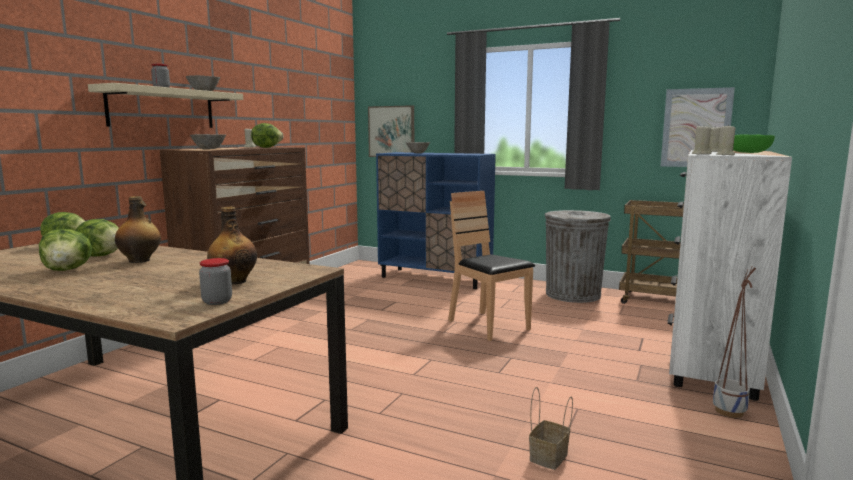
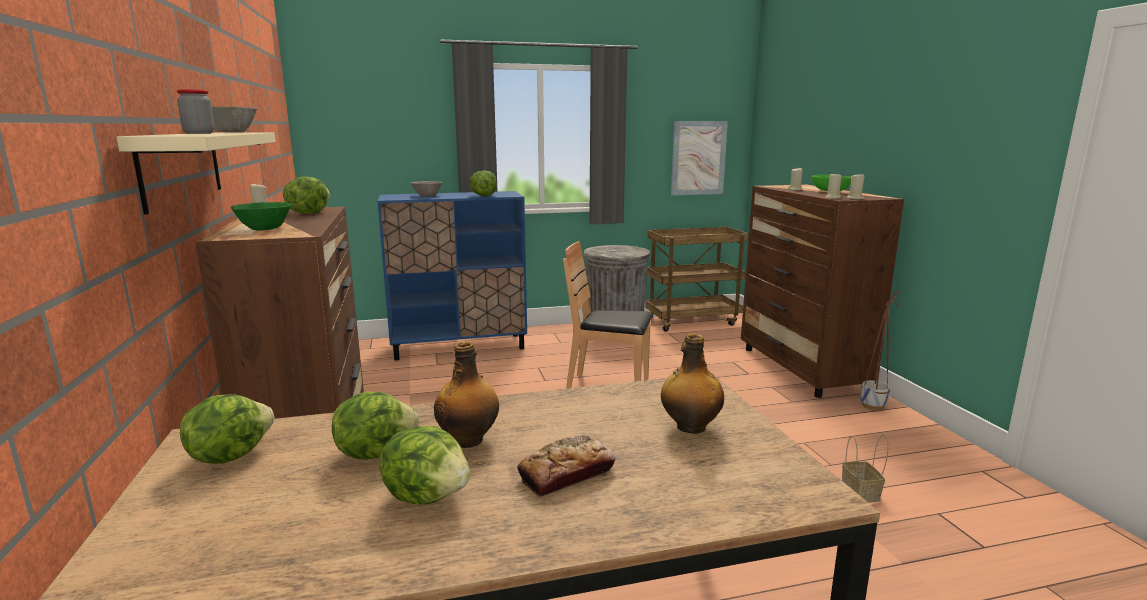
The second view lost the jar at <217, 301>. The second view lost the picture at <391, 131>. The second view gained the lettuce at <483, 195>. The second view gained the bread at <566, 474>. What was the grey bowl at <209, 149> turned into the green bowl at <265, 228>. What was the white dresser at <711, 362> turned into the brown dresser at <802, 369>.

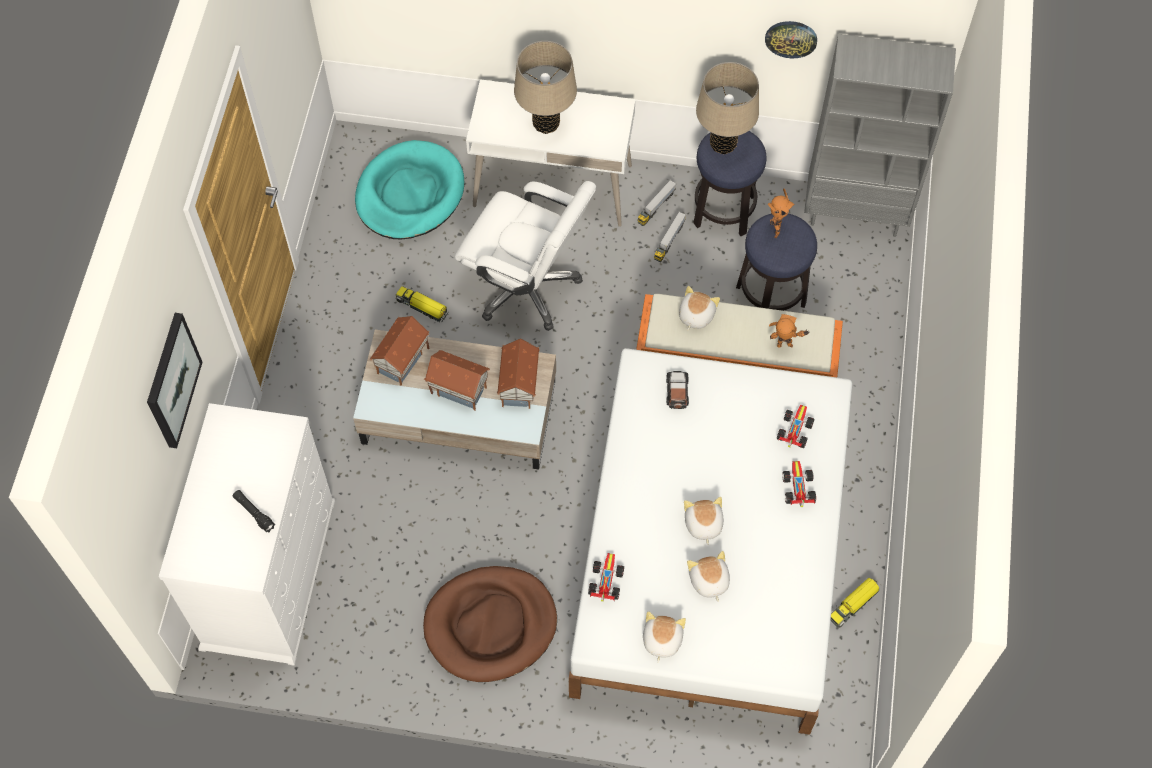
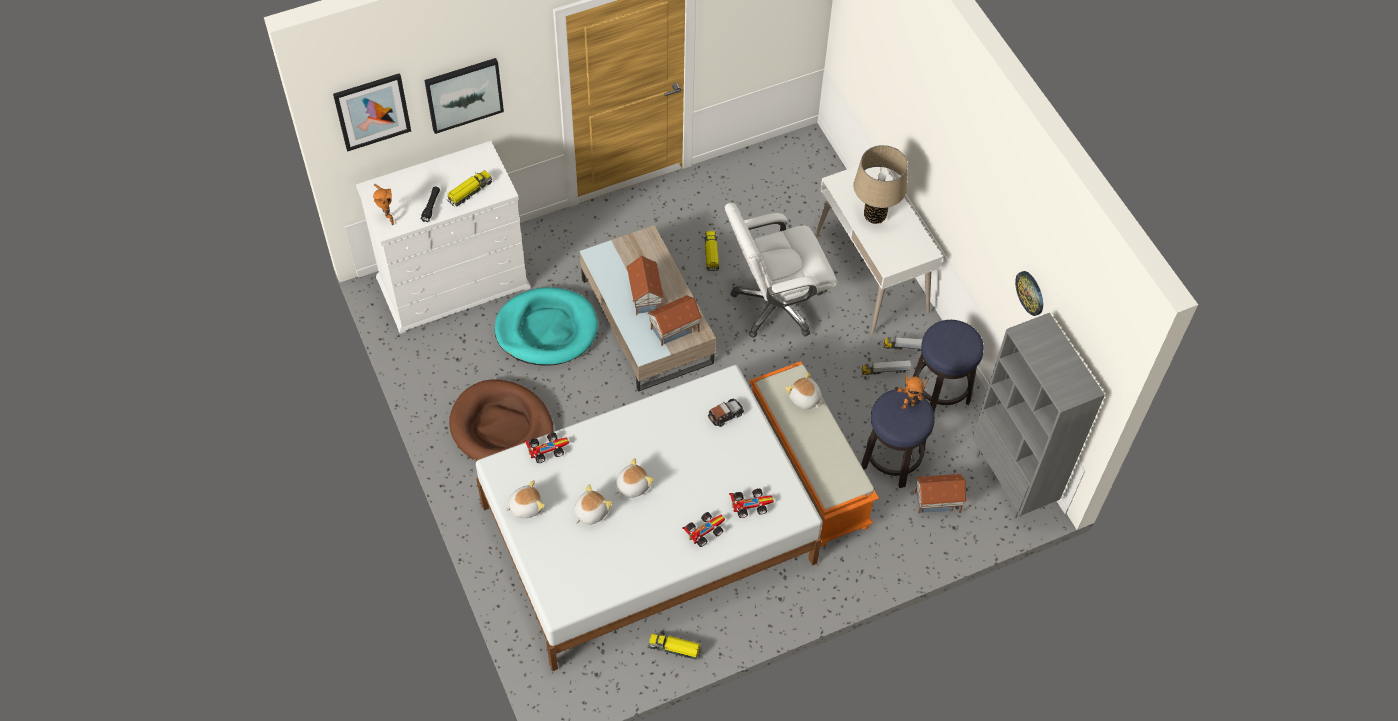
The second view lost the beige table lamp at <723, 144>. The second view gained the picture at <372, 111>. The second view gained the toy truck at <469, 191>. The turquoise dog bed ended up elsewhere, having gone from <409, 194> to <546, 329>. The toy house ended up elsewhere, having gone from <403, 361> to <937, 503>. The toy robot ended up elsewhere, having gone from <785, 348> to <388, 221>. The white office chair at <527, 287> ended up facing another way, 75 degrees clockwise from before. The plush toy at <695, 315> ended up facing another way, 120 degrees counterclockwise from before.

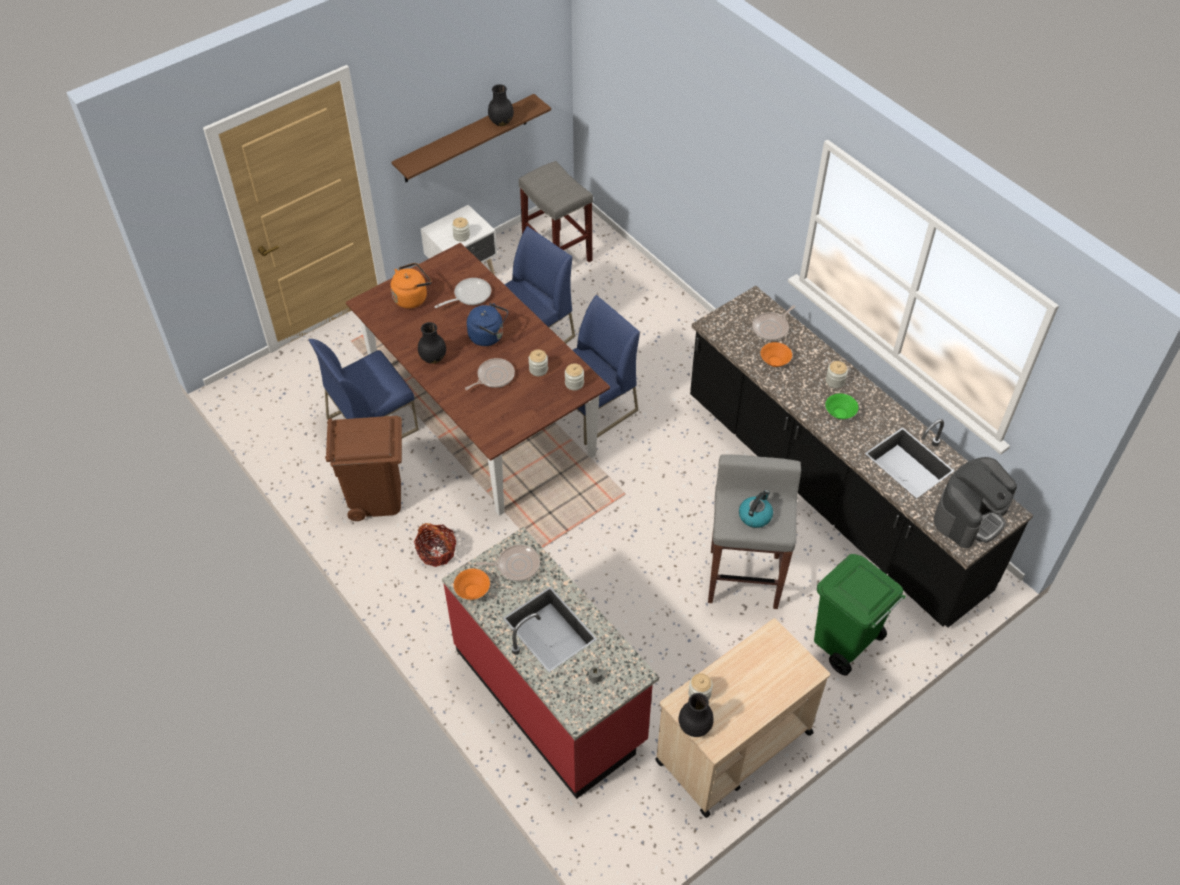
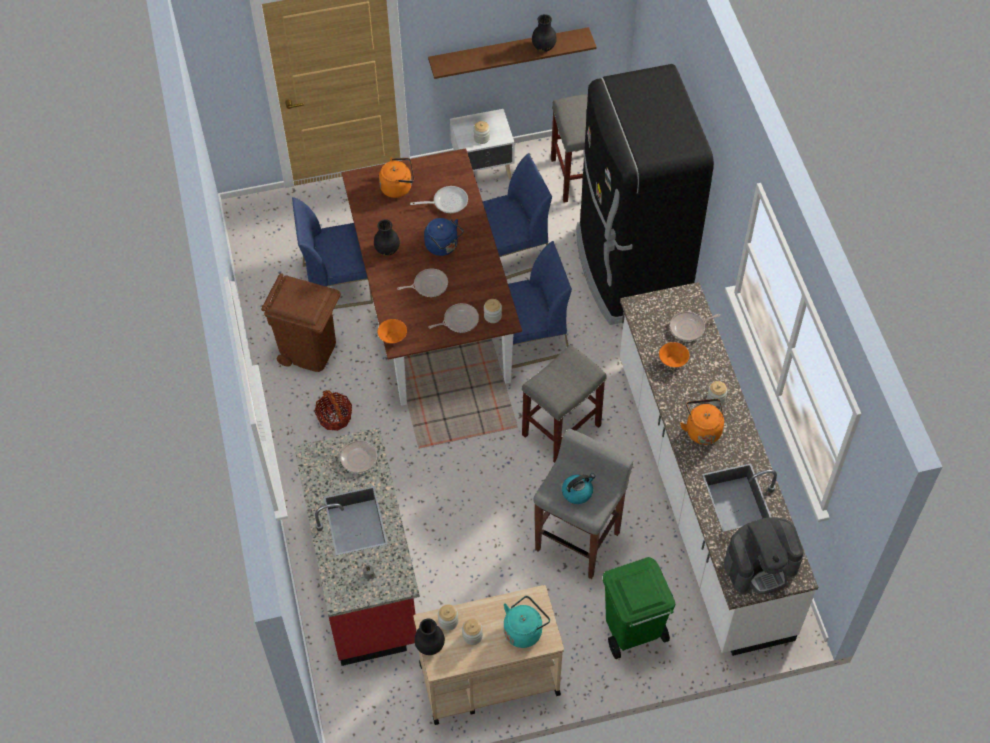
The second view gained the frying pan at <459, 320>. The second view gained the turquoise kettle at <524, 630>. The second view gained the grey stool at <561, 431>. The second view gained the black fridge at <630, 270>. The orange bowl ended up elsewhere, having gone from <472, 591> to <392, 337>. The jar ended up elsewhere, having gone from <538, 369> to <472, 636>. Where the green bowl stood at <840, 413>, the orange kettle came to stand at <702, 429>. What was the black counter at <832, 493> turned into the white counter at <700, 496>.

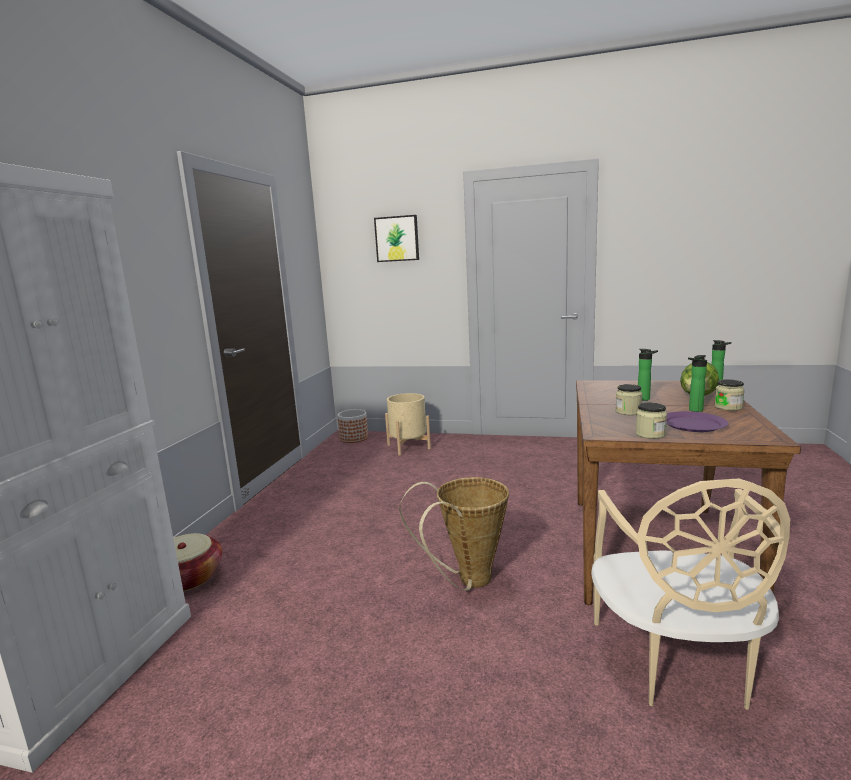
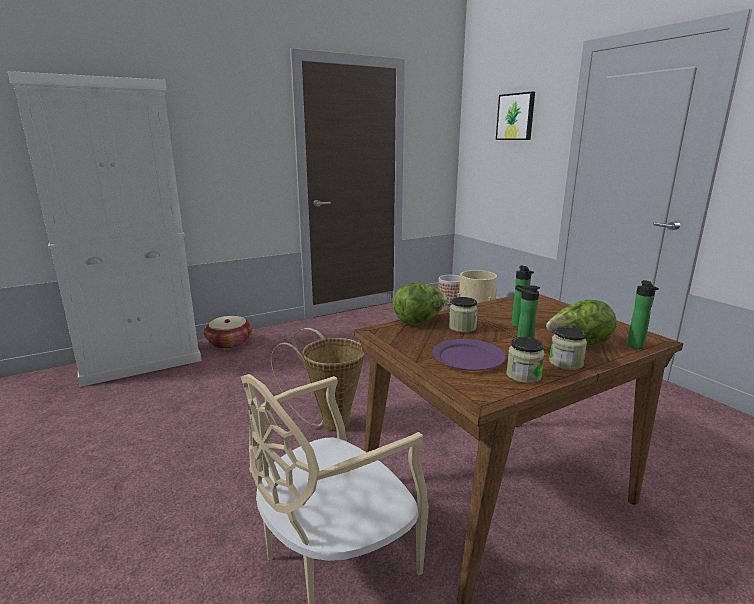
The second view gained the lettuce at <419, 321>. The jar ended up elsewhere, having gone from <650, 434> to <523, 376>.

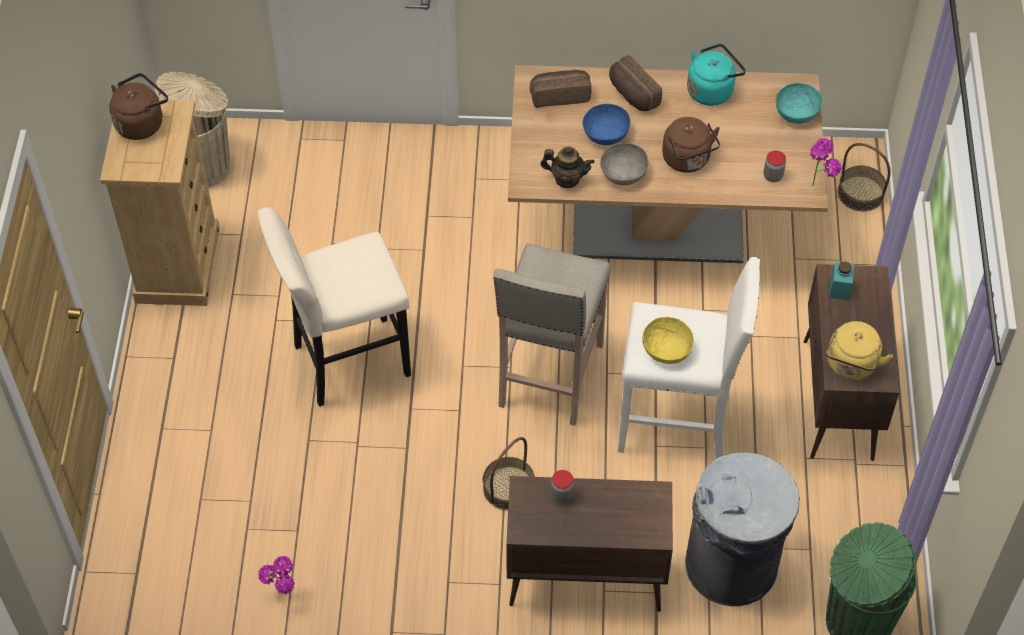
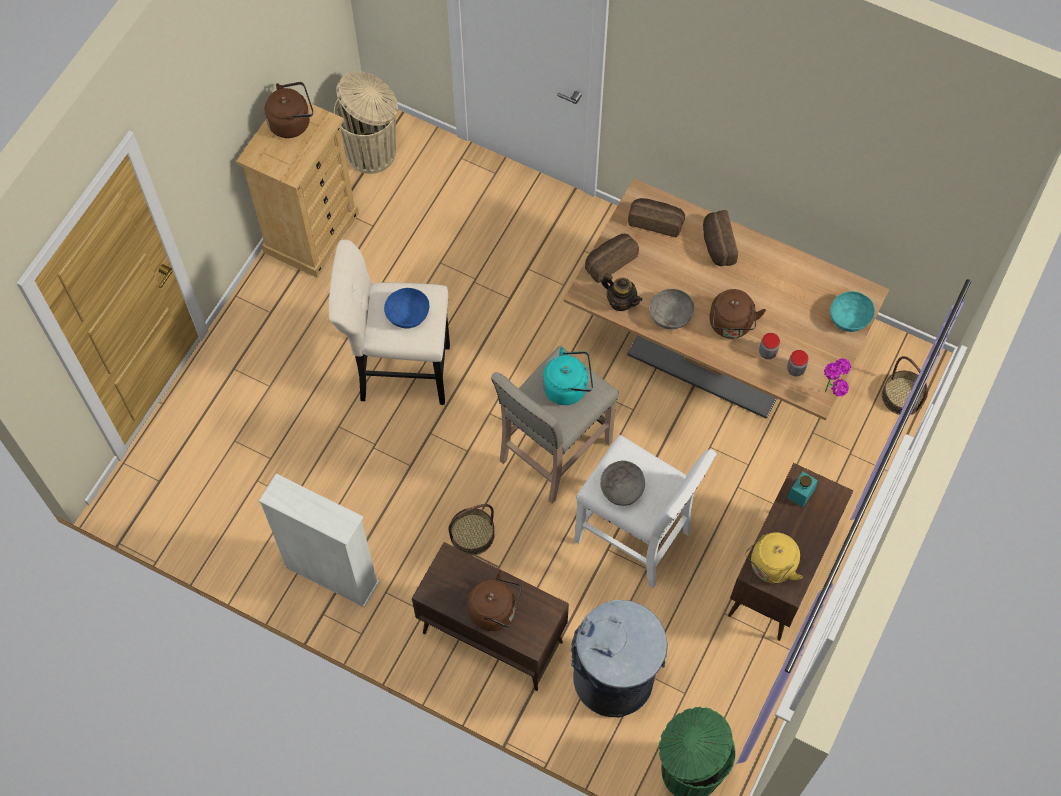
The second view lost the potted plant at <283, 597>. The second view gained the white bookcase at <332, 575>. The second view gained the brown kettle at <495, 611>. The second view gained the bread at <609, 261>. The jar ended up elsewhere, having gone from <562, 495> to <767, 352>. The blue bowl ended up elsewhere, having gone from <605, 134> to <407, 314>. The turquoise kettle ended up elsewhere, having gone from <712, 90> to <568, 387>. What was the yellow bowl at <666, 349> turned into the grey bowl at <621, 488>.

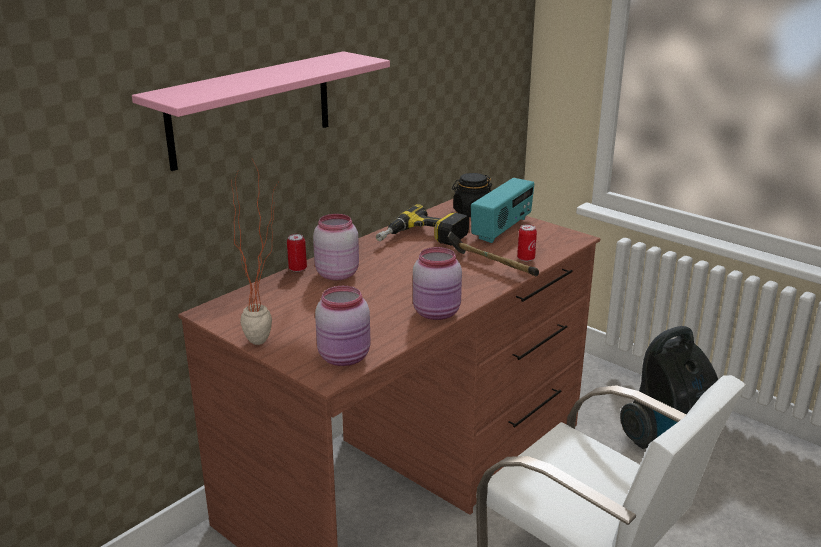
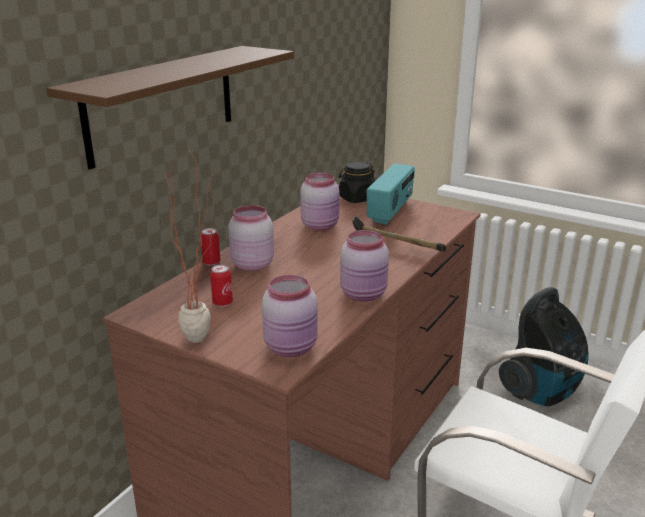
The can ended up elsewhere, having gone from <526, 258> to <222, 303>. Where the power drill stood at <422, 239>, the pink jar came to stand at <321, 225>. What was the pink shelf at <251, 109> turned into the brown shelf at <162, 103>.

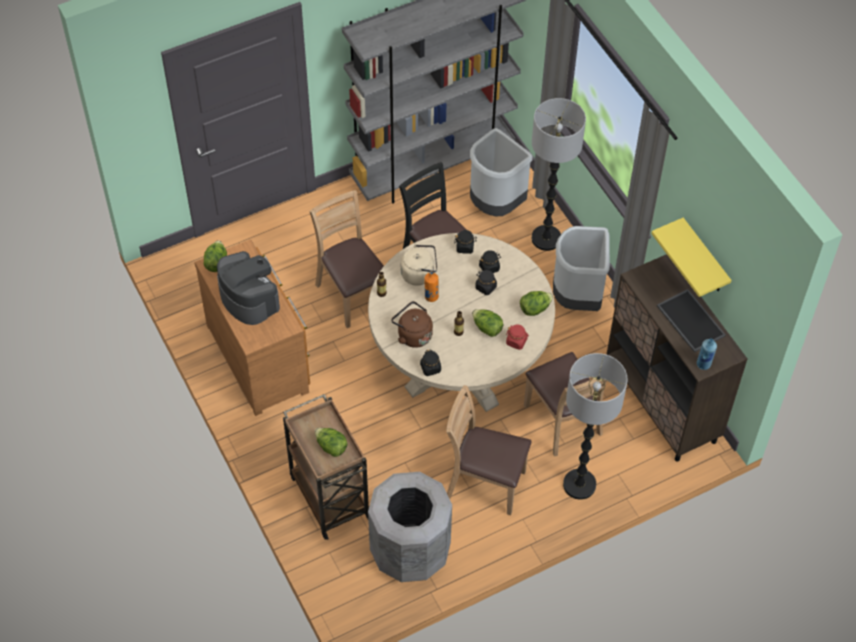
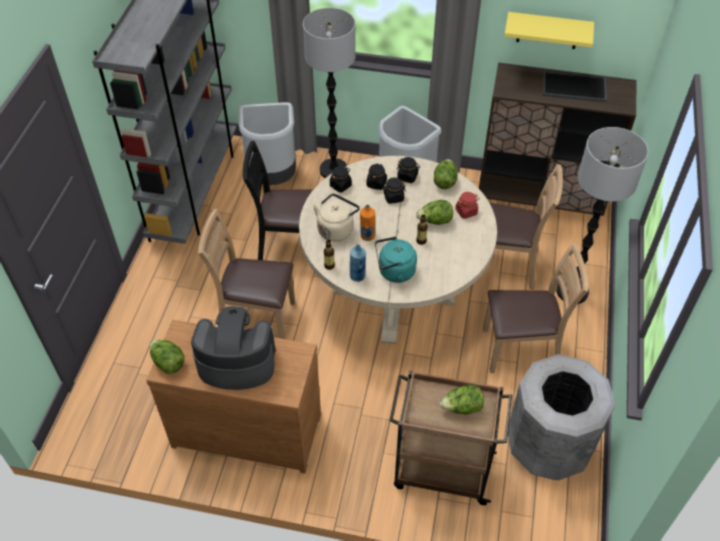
The black jar ended up elsewhere, having gone from <430, 368> to <407, 177>. The blue bottle ended up elsewhere, having gone from <704, 364> to <357, 276>. What was the brown kettle at <413, 335> turned into the turquoise kettle at <394, 272>. The brown chair at <484, 483> ended up facing another way, 150 degrees counterclockwise from before.

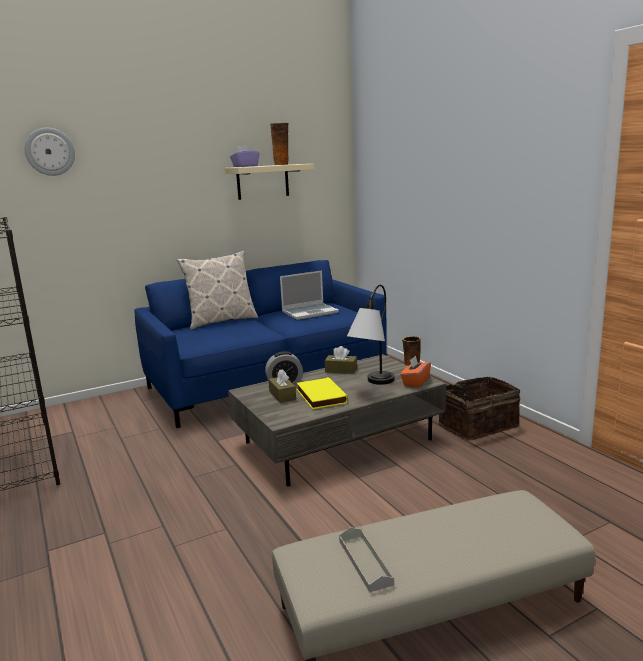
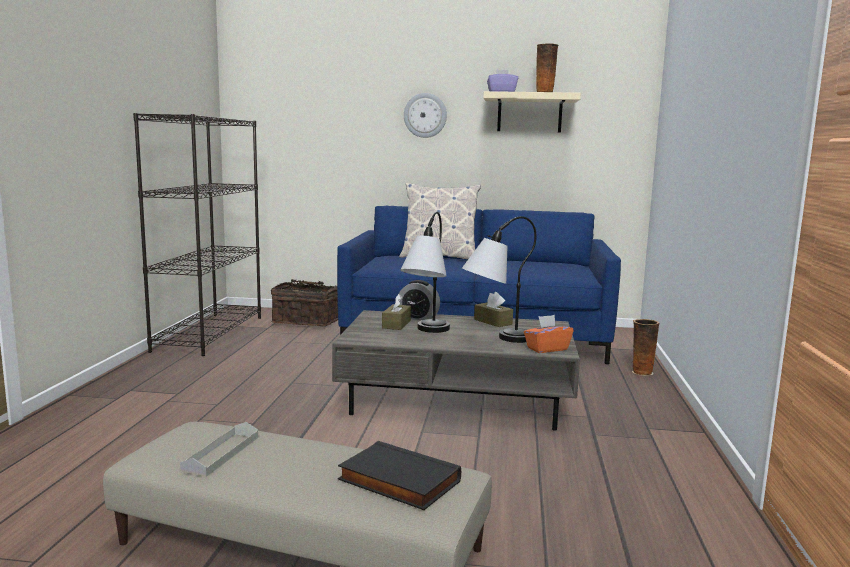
The second view lost the laptop at <310, 312>. The second view gained the black book at <397, 481>. The wall clock ended up elsewhere, having gone from <50, 151> to <425, 115>. The basket ended up elsewhere, having gone from <475, 425> to <307, 321>. Where the yellow book stood at <320, 396>, the table lamp came to stand at <426, 333>.

